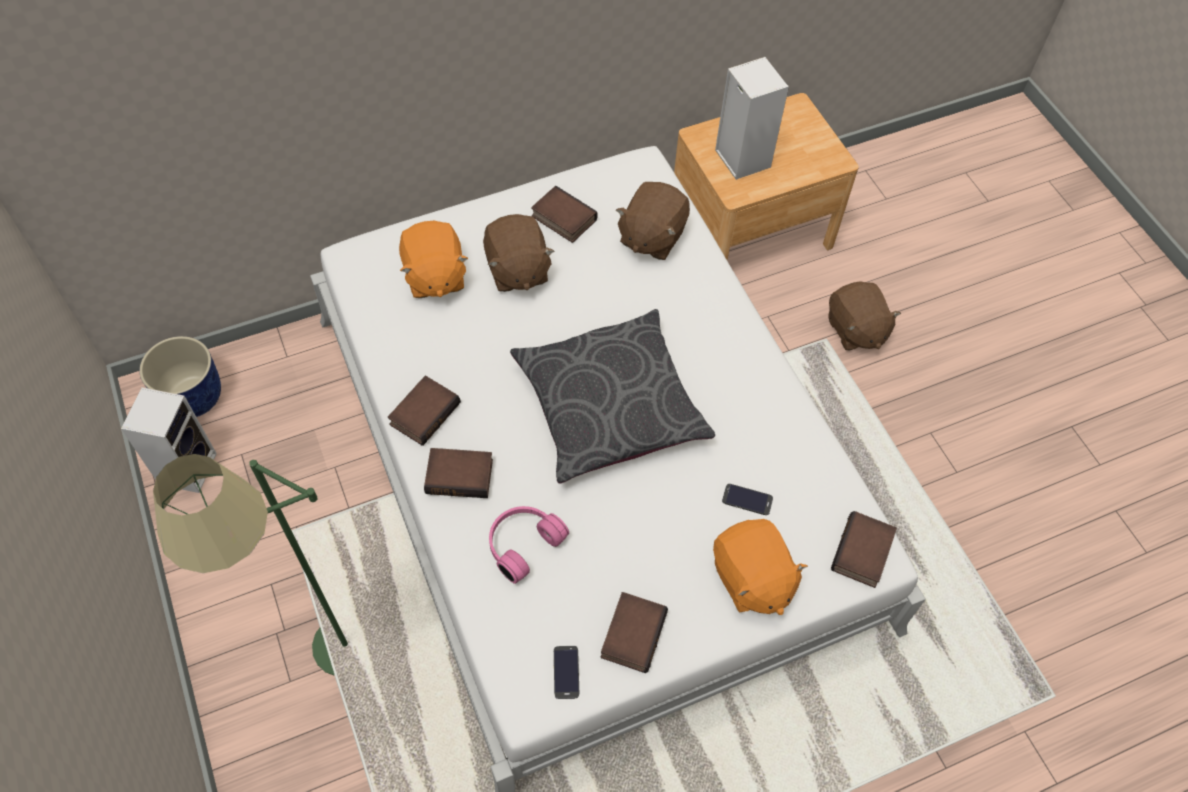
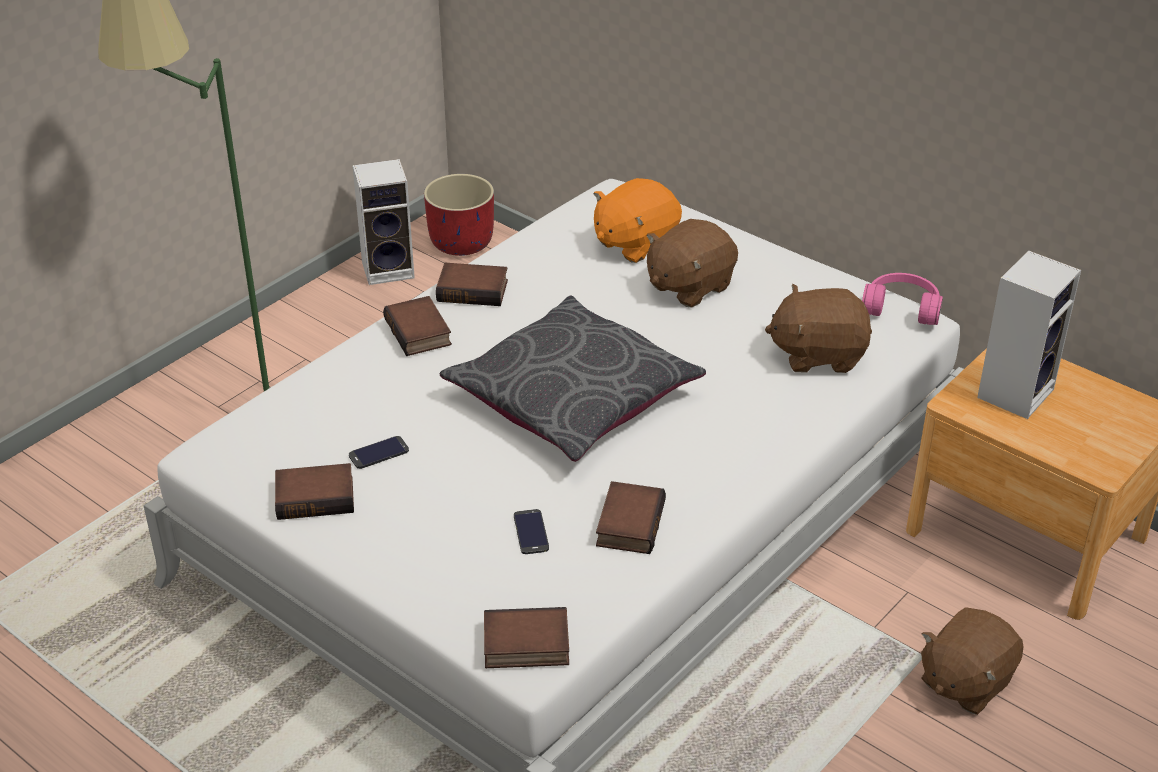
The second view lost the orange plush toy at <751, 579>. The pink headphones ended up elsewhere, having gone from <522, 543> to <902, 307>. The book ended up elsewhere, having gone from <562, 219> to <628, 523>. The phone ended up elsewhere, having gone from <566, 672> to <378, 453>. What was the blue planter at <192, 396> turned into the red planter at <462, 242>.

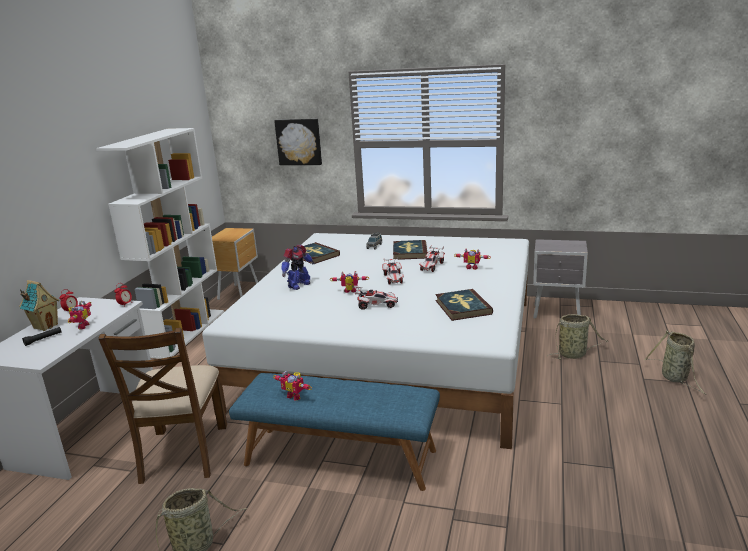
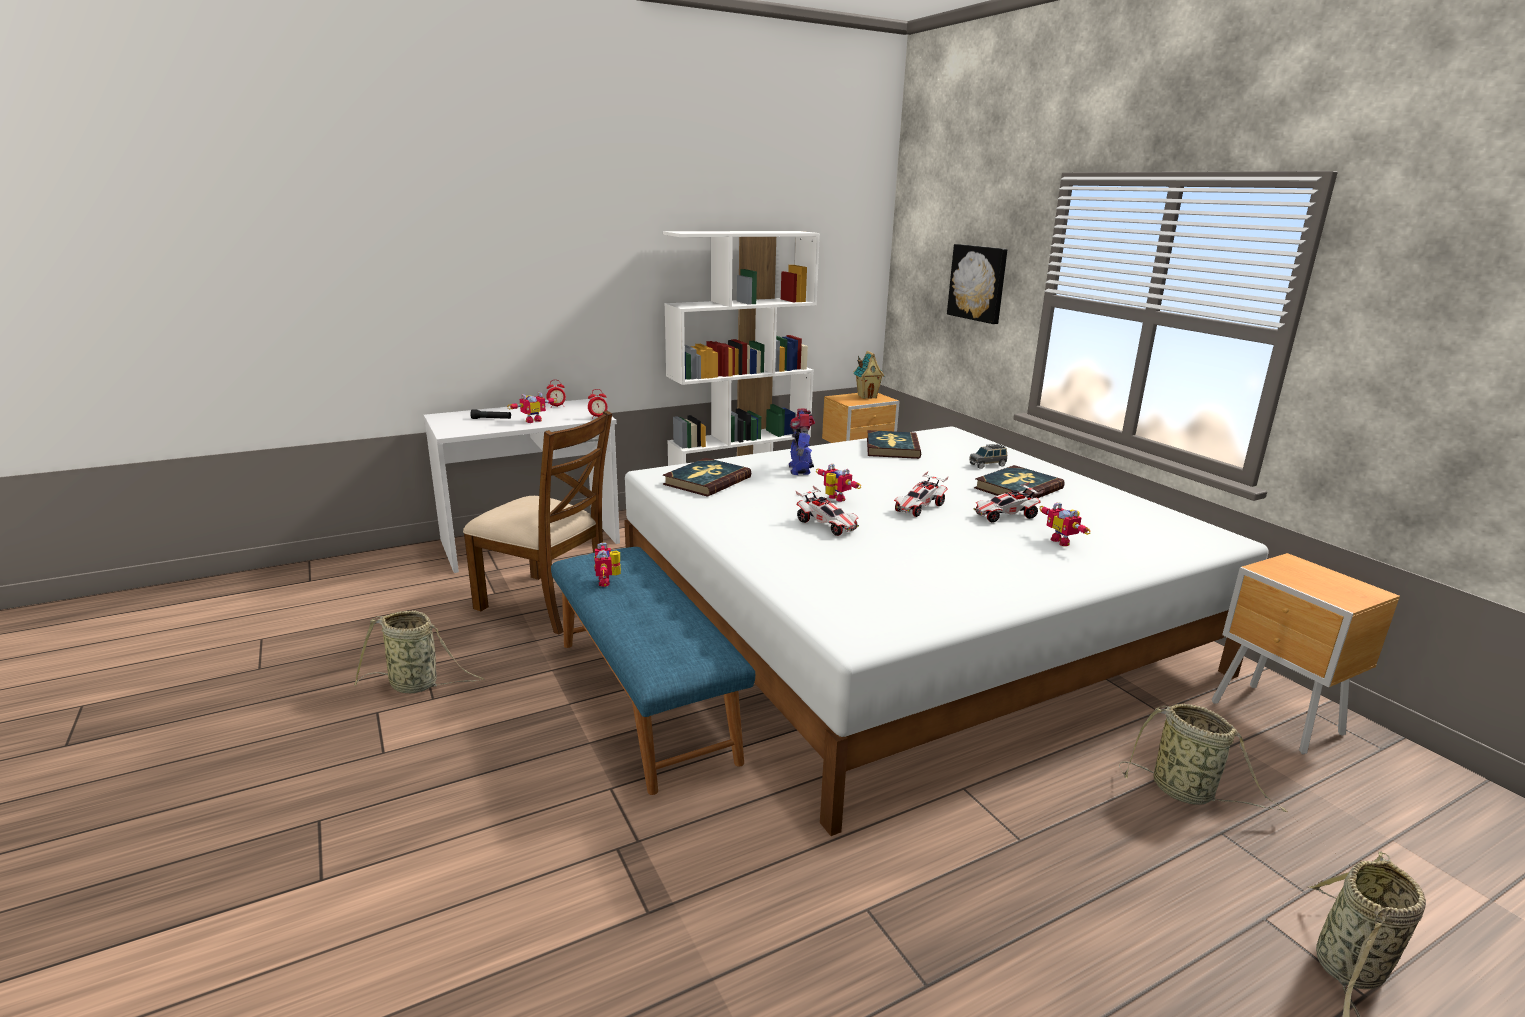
The toy house ended up elsewhere, having gone from <45, 326> to <867, 396>. The book ended up elsewhere, having gone from <462, 307> to <706, 481>. What was the grey nightstand at <558, 313> turned into the brown nightstand at <1277, 720>. The brown chair at <183, 453> ended up facing another way, 105 degrees counterclockwise from before. The toy robot at <298, 285> ended up facing another way, 90 degrees clockwise from before.

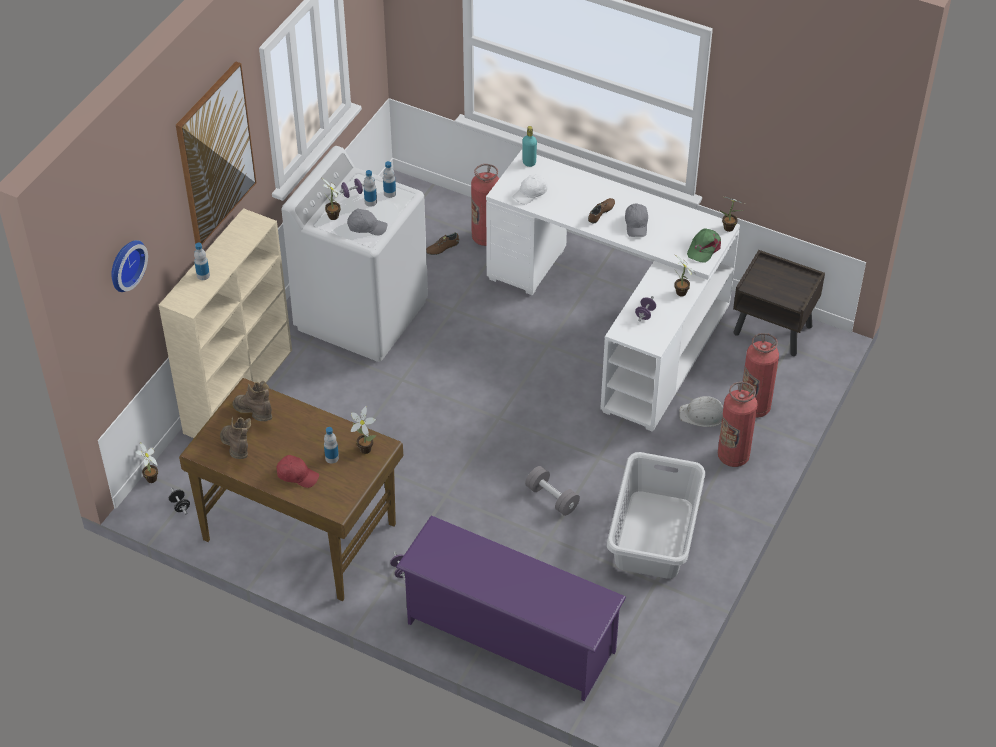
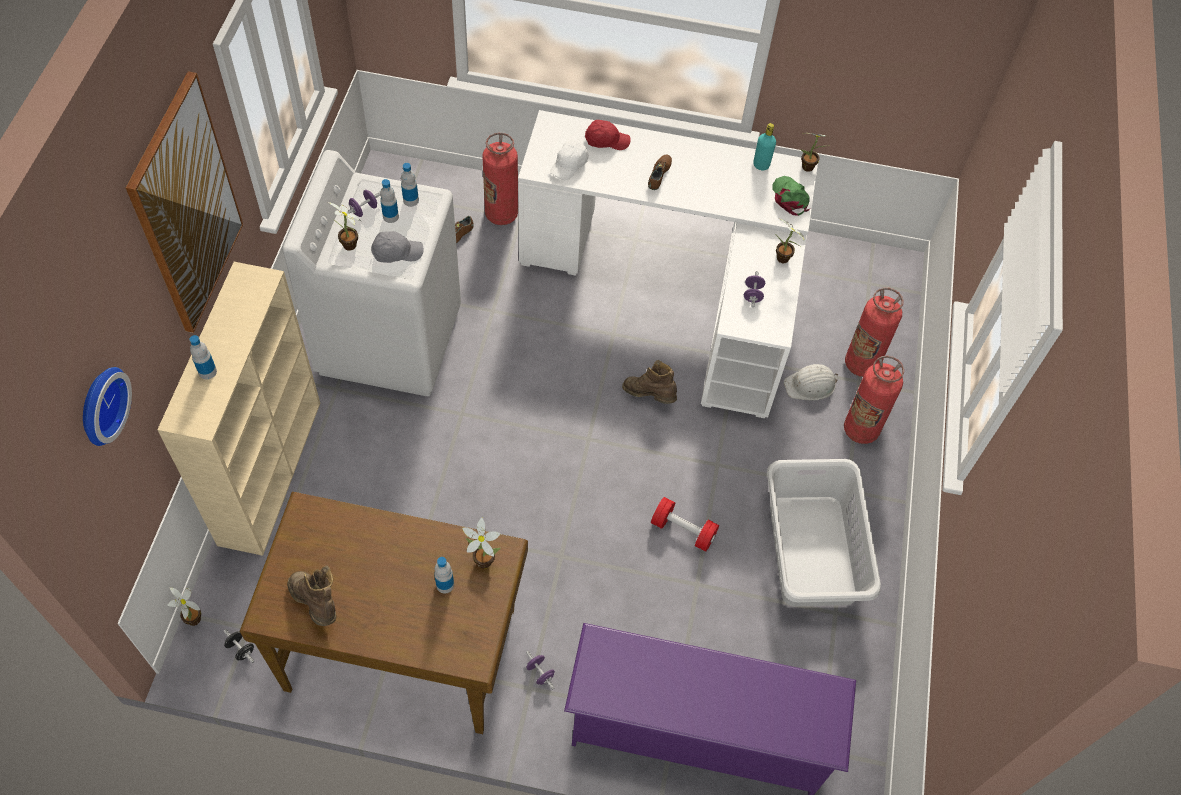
The second view lost the grey cap at <636, 225>. The second view lost the brown nightstand at <773, 330>. The brown boot ended up elsewhere, having gone from <255, 416> to <649, 396>. The red cap ended up elsewhere, having gone from <297, 475> to <606, 140>. The turquoise bottle ended up elsewhere, having gone from <529, 162> to <761, 165>. What was the grey dumbbell at <552, 498> turned into the red dumbbell at <683, 530>. The green cap at <704, 248> ended up facing another way, 150 degrees clockwise from before.

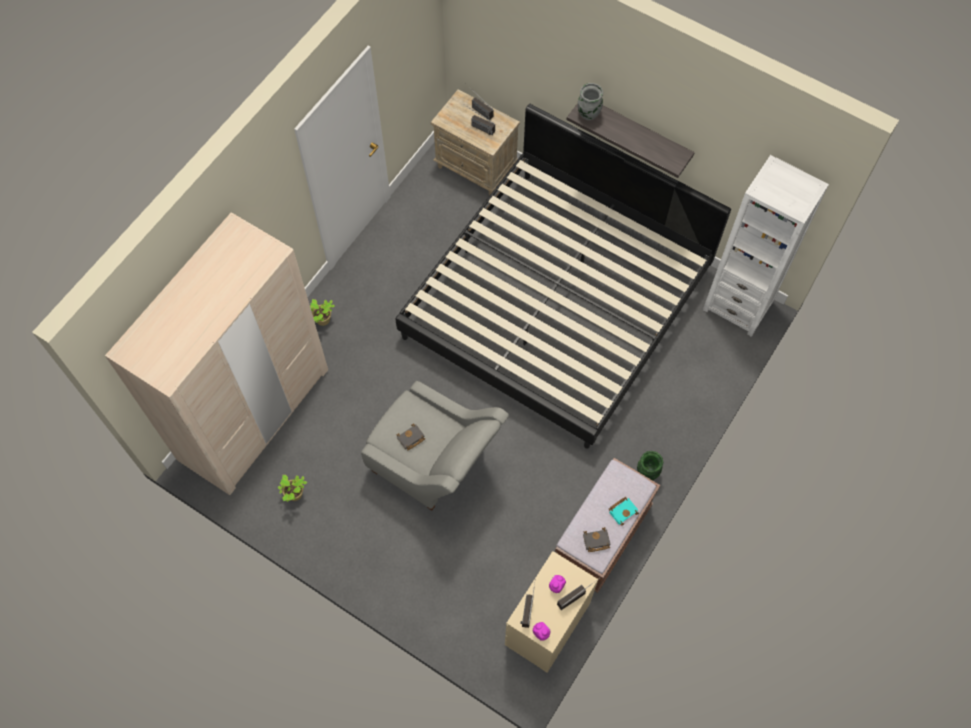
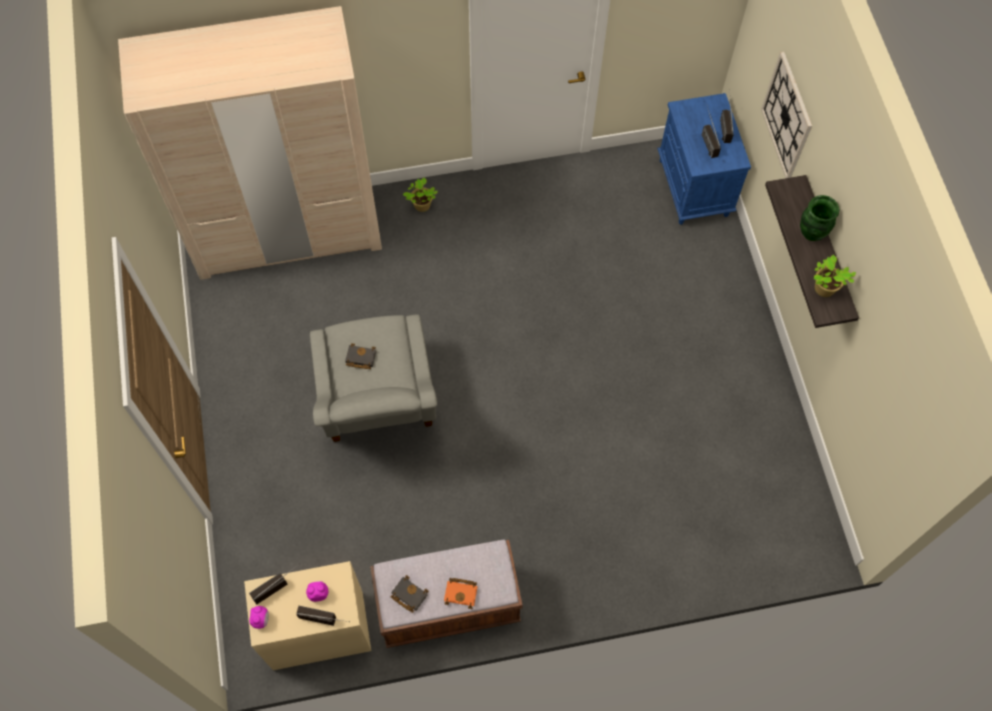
The second view lost the bed at <556, 303>. The second view lost the grey vase at <588, 114>. The second view lost the white bookcase at <738, 306>. The second view gained the wall clock at <787, 116>. The potted plant ended up elsewhere, having gone from <295, 495> to <823, 290>. The green vase ended up elsewhere, having gone from <647, 473> to <811, 232>. What was the beige nightstand at <476, 167> turned into the blue nightstand at <694, 188>. What was the turquoise book at <623, 510> turned into the orange book at <462, 593>.

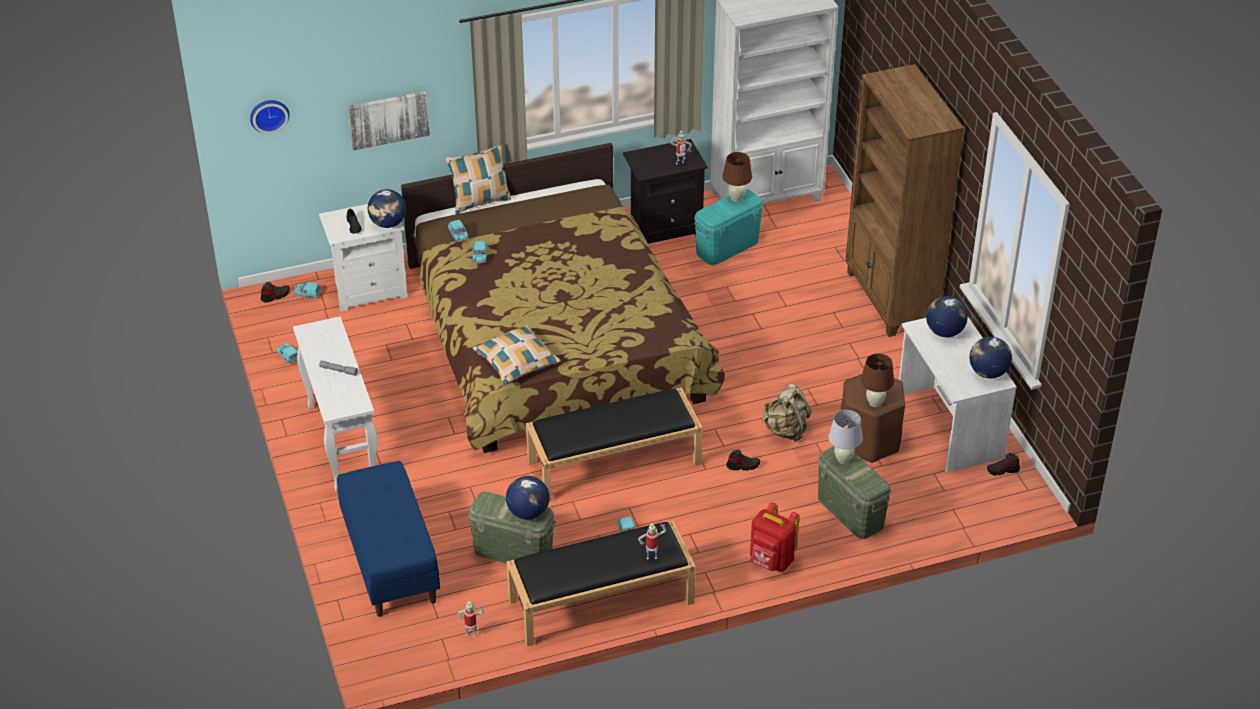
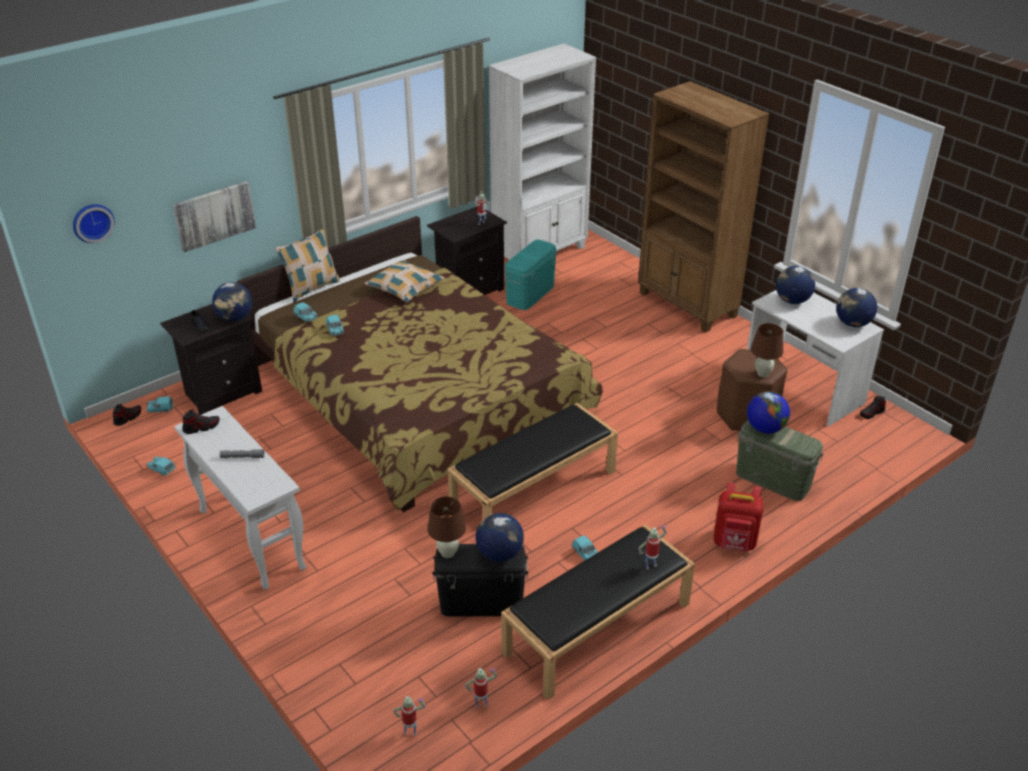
The second view lost the blue bench at <389, 560>. The second view lost the beige backpack at <786, 430>. The second view gained the toy robot at <411, 732>. The pillow ended up elsewhere, having gone from <517, 361> to <405, 287>. The brown table lamp ended up elsewhere, having gone from <736, 198> to <448, 553>. The shoe ended up elsewhere, having gone from <743, 466> to <201, 427>. Where the white table lamp stood at <843, 459>, the globe came to stand at <765, 428>. What was the white nightstand at <369, 290> turned into the black nightstand at <221, 393>. What was the green storage box at <513, 552> turned into the black storage box at <481, 602>.

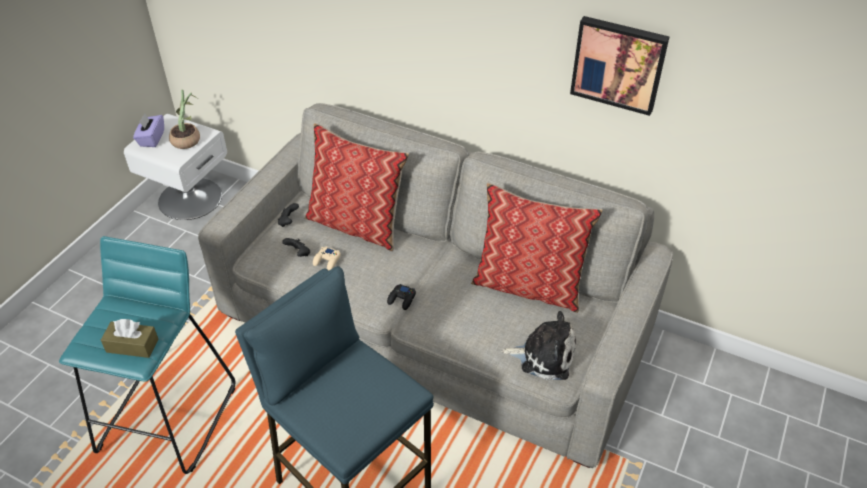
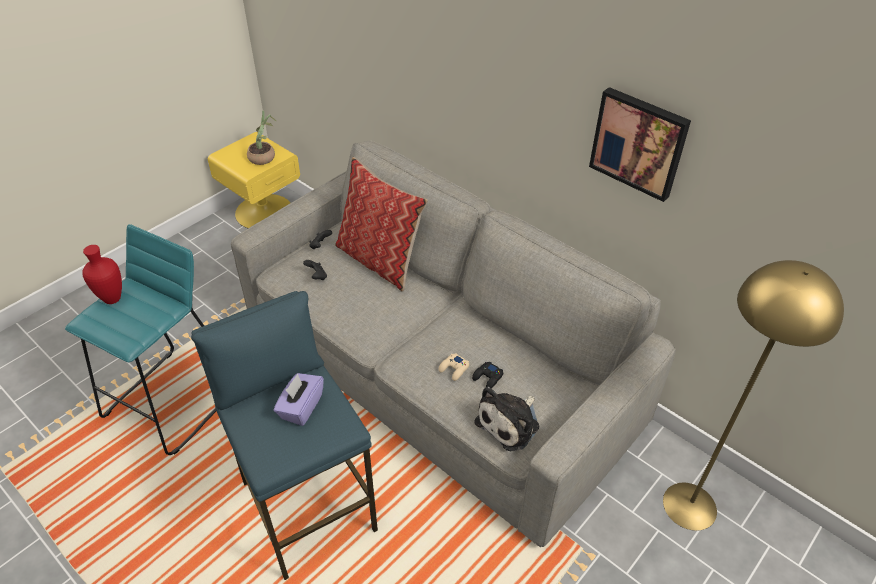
The second view lost the brown tissue box at <132, 345>. The second view lost the pillow at <529, 285>. The second view gained the red vase at <112, 300>. The second view gained the yellow floor lamp at <690, 506>. The purple tissue box ended up elsewhere, having gone from <151, 139> to <301, 407>. The beige game controller ended up elsewhere, having gone from <327, 261> to <454, 369>. The black game controller ended up elsewhere, having gone from <402, 299> to <488, 378>. What was the white nightstand at <189, 198> turned into the yellow nightstand at <263, 211>. The plush toy at <543, 355> ended up facing another way, 105 degrees clockwise from before.

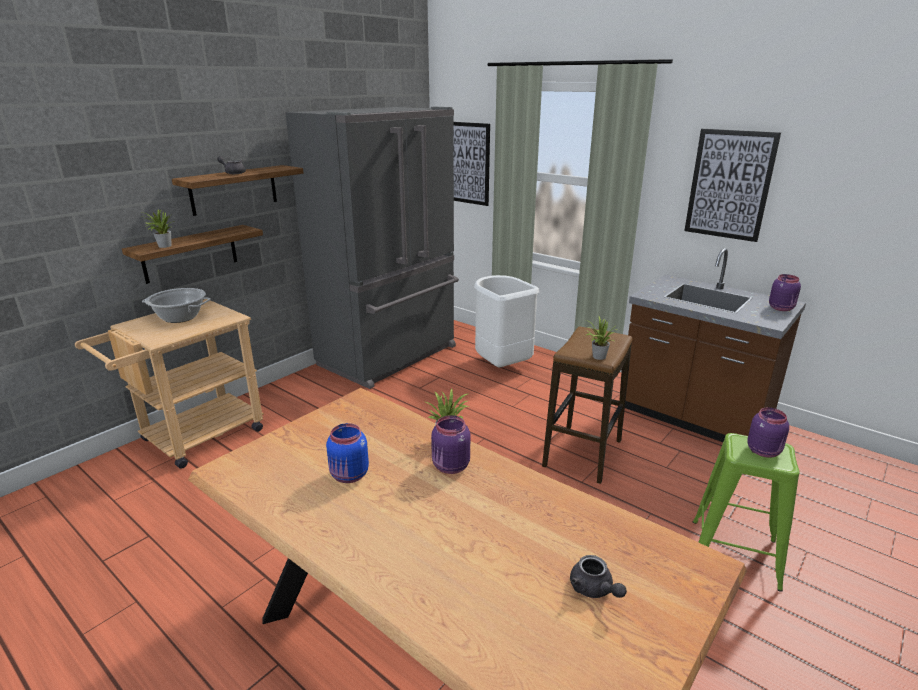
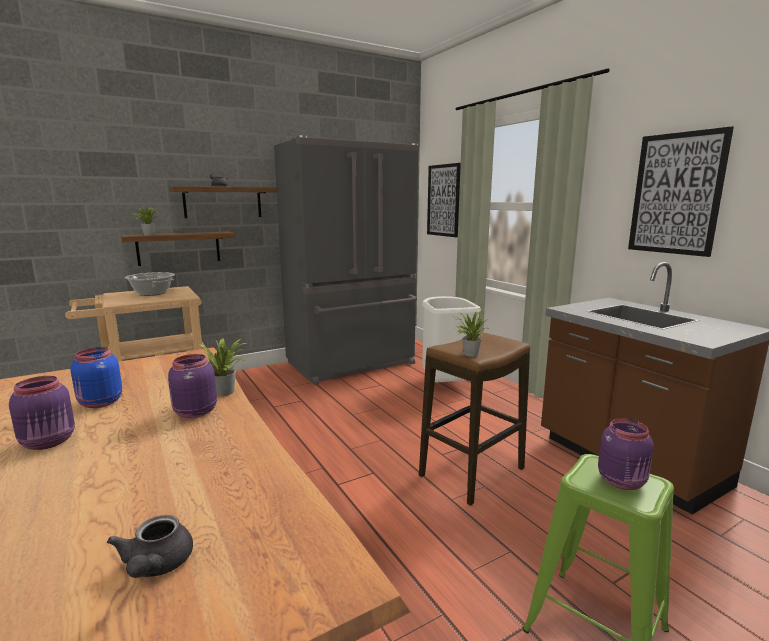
The purple jar ended up elsewhere, having gone from <781, 308> to <50, 442>.

